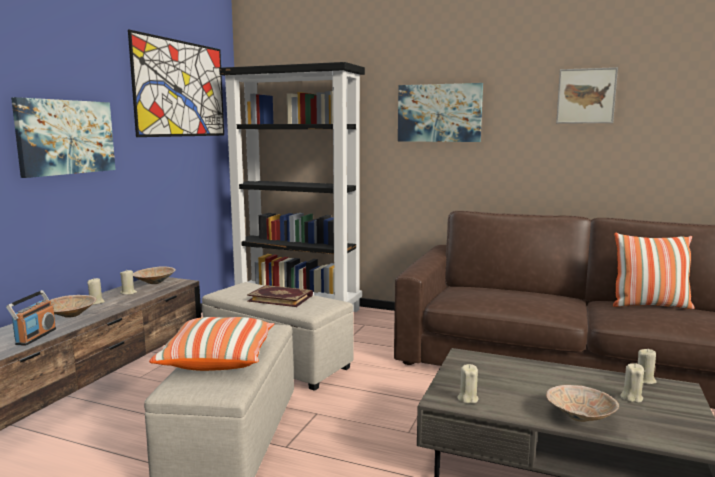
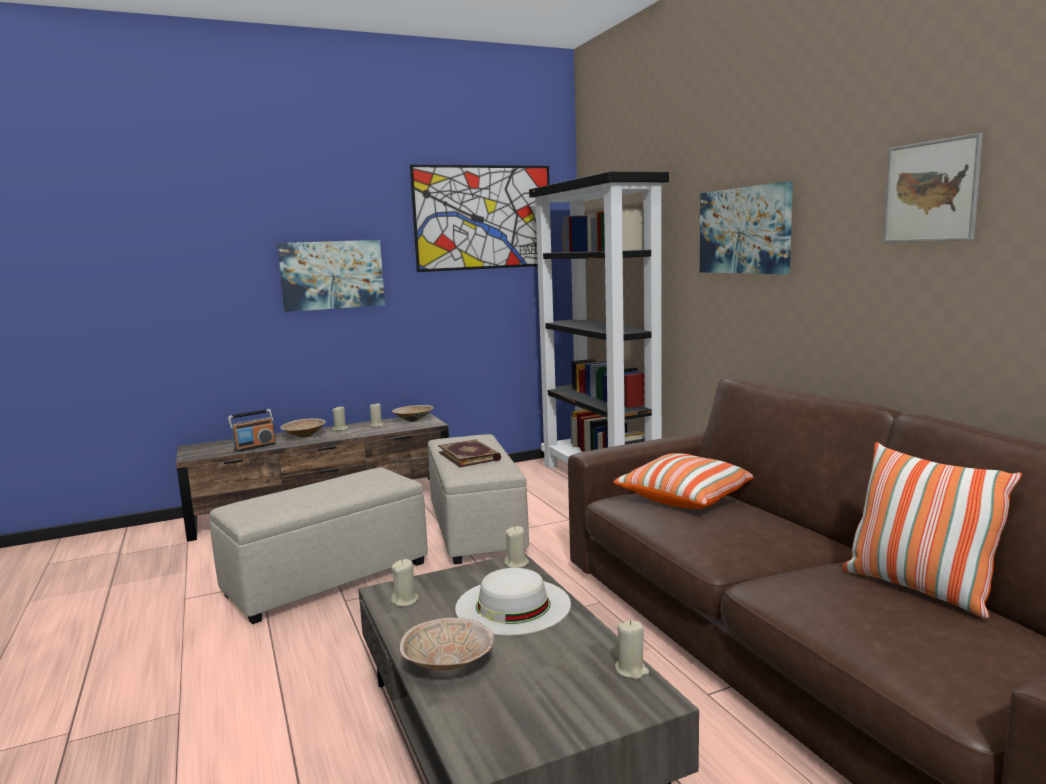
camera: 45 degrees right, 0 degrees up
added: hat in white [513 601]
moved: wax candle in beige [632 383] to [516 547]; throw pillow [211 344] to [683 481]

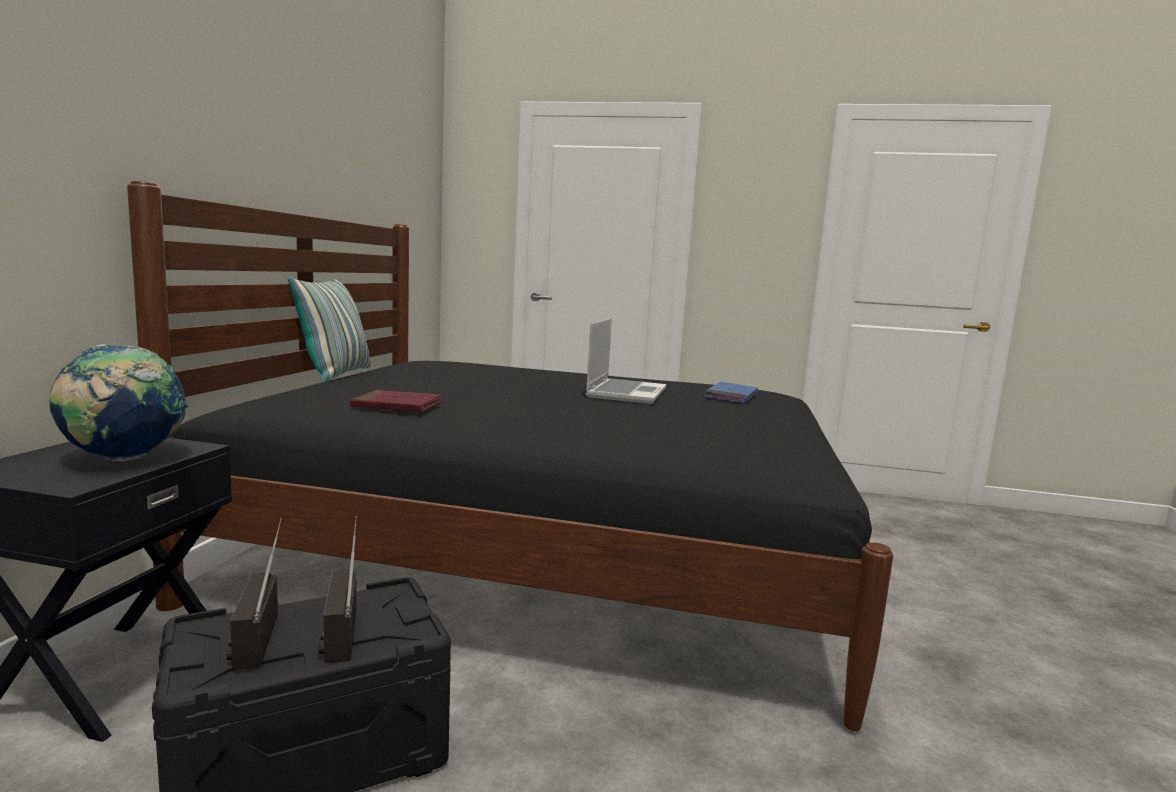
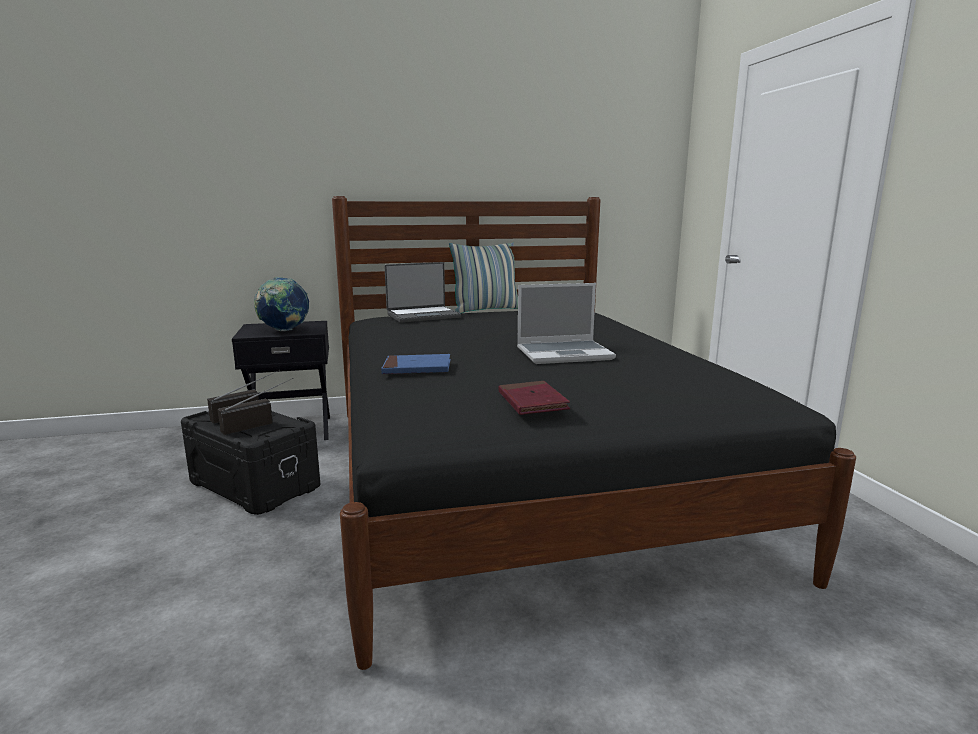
camera: 65 degrees right, 5 degrees up
added: laptop [422 292]
moved: bound book in blue [731 392] to [416 364]; bound book in red [396 401] to [534 398]

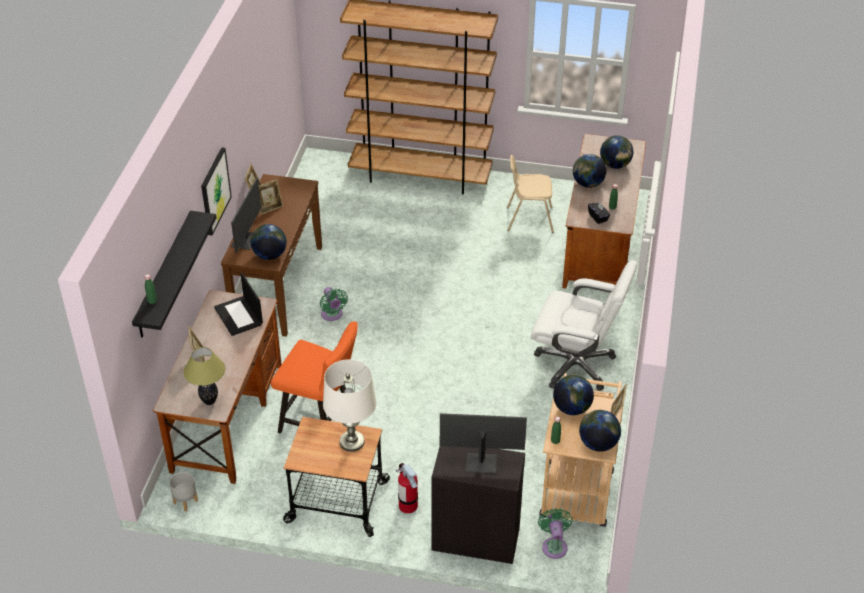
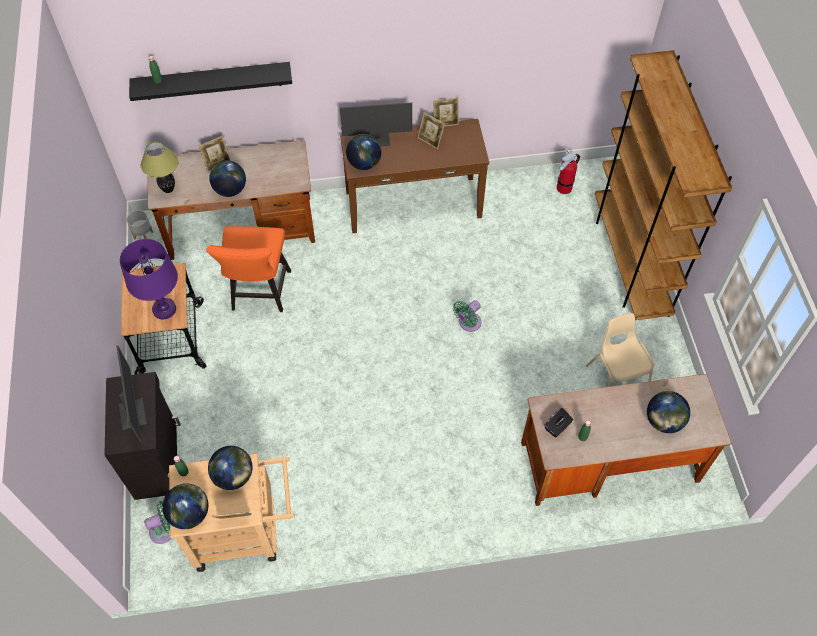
camera: 70 degrees right, 15 degrees up
removed: wall art [216 191]; laptop [238 304]; desk chair in white [584 325]
moved: desk globe [589 171] to [227 179]; fan in green [334 304] to [467 316]; fire-fighting cylinder [407 488] to [568 171]
recoloured: tabletop lamp in white [349 405] to tabletop lamp in purple-coloured [149 279]

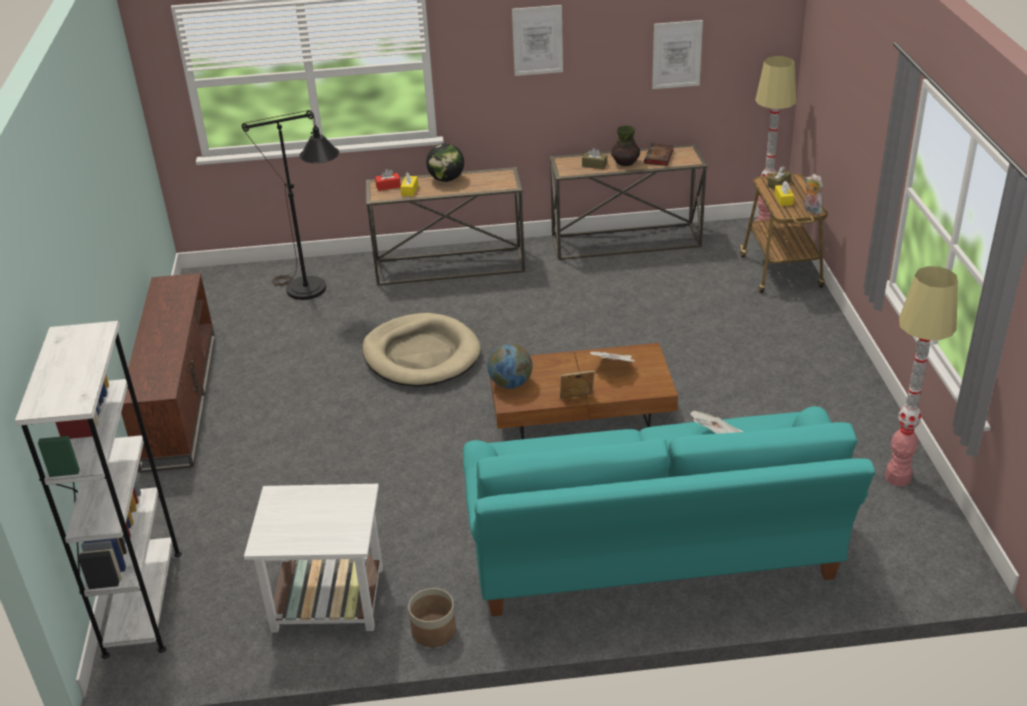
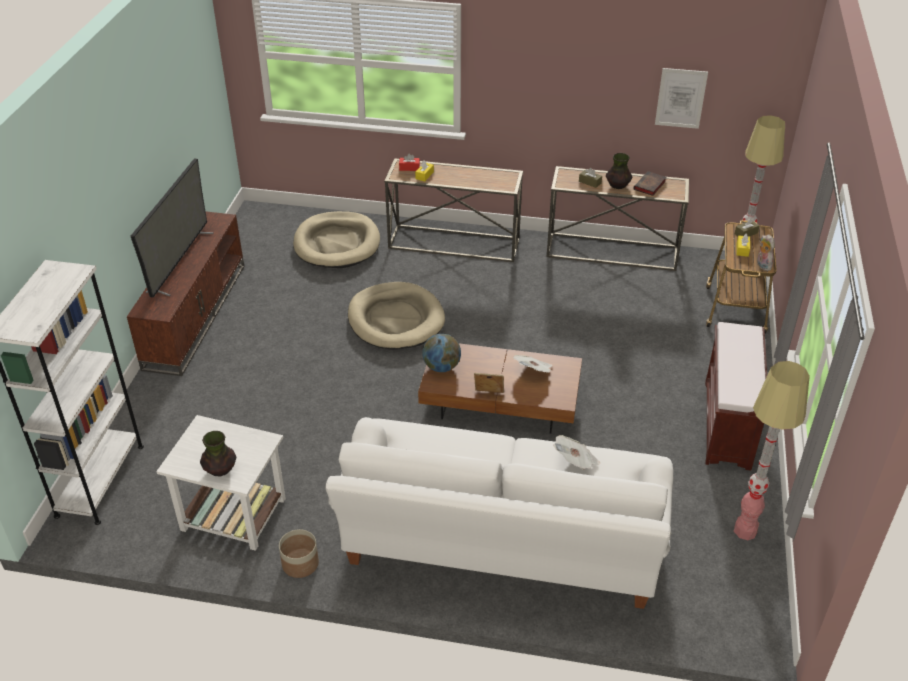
camera: 15 degrees right, 5 degrees up
removed: desk globe [445 162]; wall art [537 40]
added: TV set [172 227]; flower vase [218 453]; bench in brown [736 396]
replaced: floor lamp in blackish [290 205] to dog bed in beige [336 239]
recoloured: sofa in blue-green [669 511] to sofa in white [499 513]

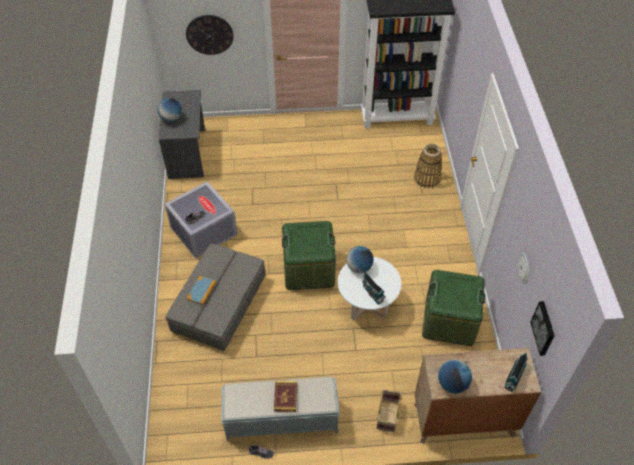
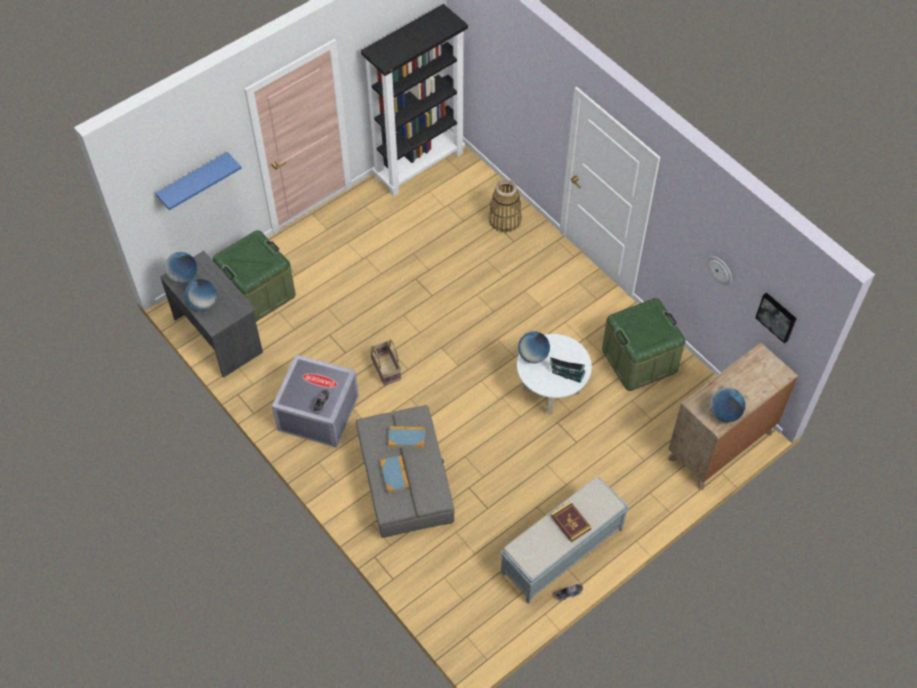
camera: 35 degrees left, 5 degrees up
removed: miniature house [516 371]
added: desk globe [181 268]; bound book [407 437]
moved: storage bin in green [309 255] to [253 275]; storage basket [389 411] to [385 362]
replaced: clock on the wall [210 35] to shelf in blue [198 181]

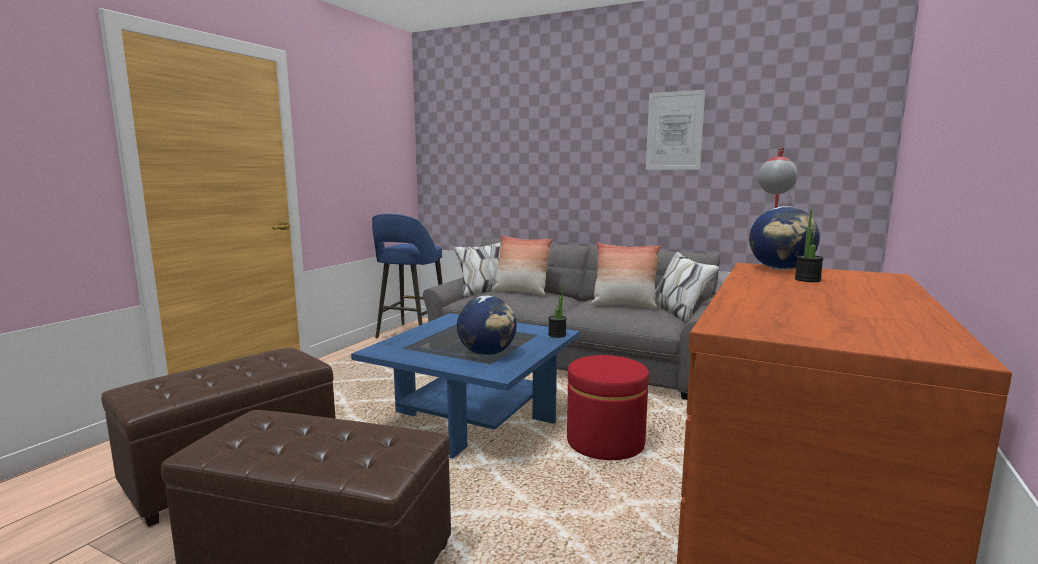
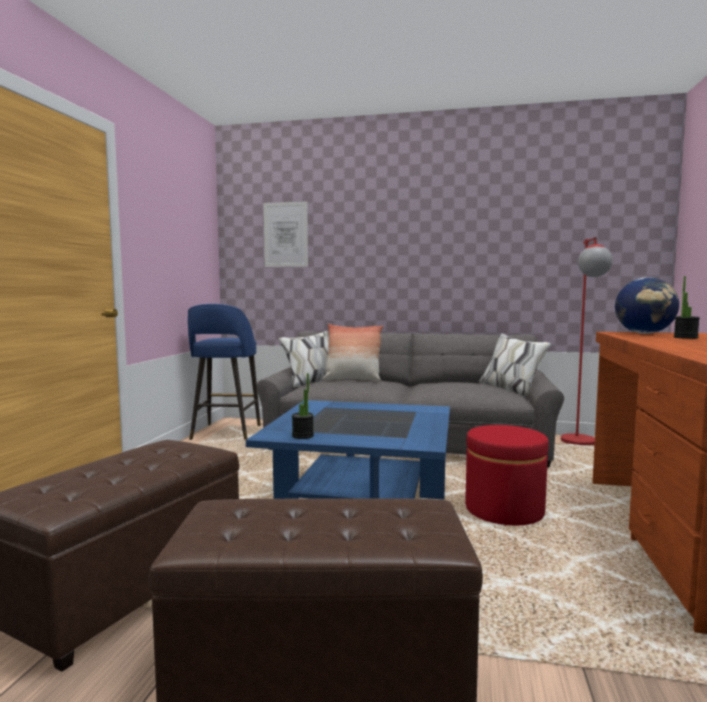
camera: 15 degrees left, 5 degrees down
removed: desk globe [487 325]; throw pillow [626 275]
moved: wall art [675 130] to [286 234]; houseplant [557 311] to [303 406]

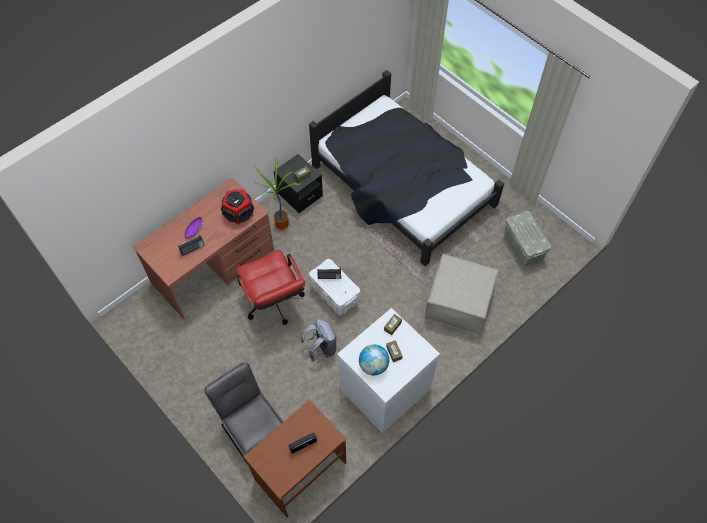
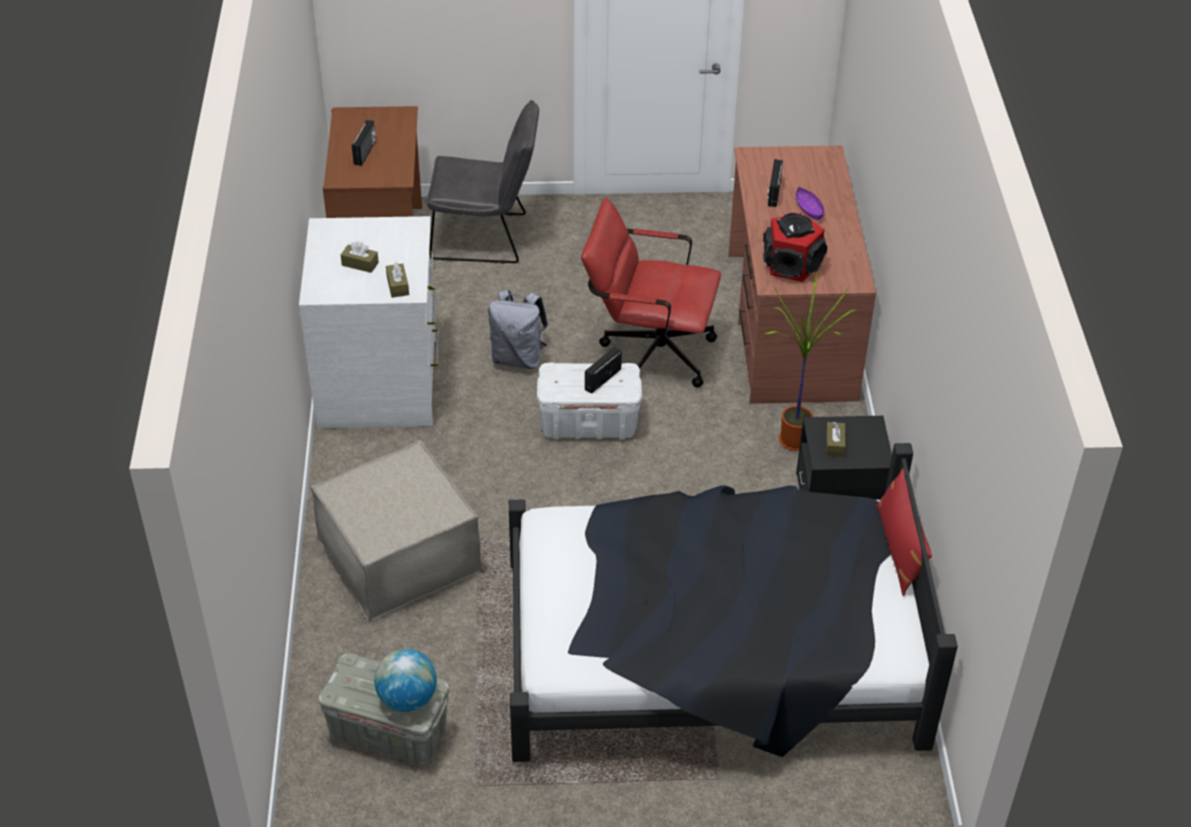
camera: 130 degrees right, 15 degrees down
added: throw pillow in red [904 532]
moved: desk globe [374 360] to [405 680]

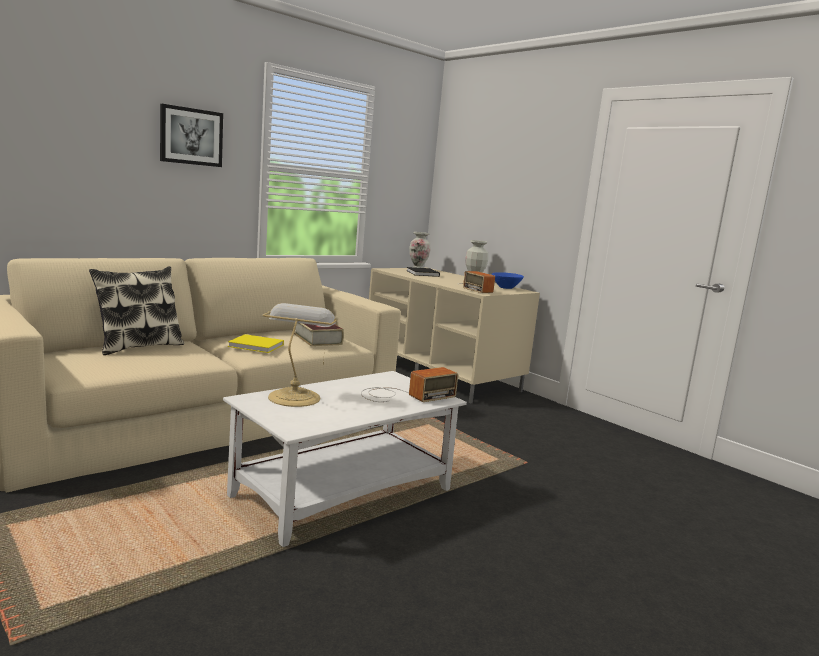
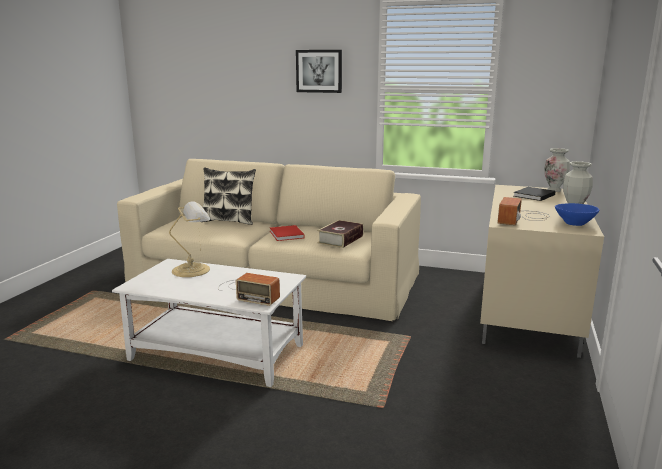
camera: 60 degrees right, 5 degrees up
recoloured: bound book in yellow [256 343] to bound book in red [287 233]

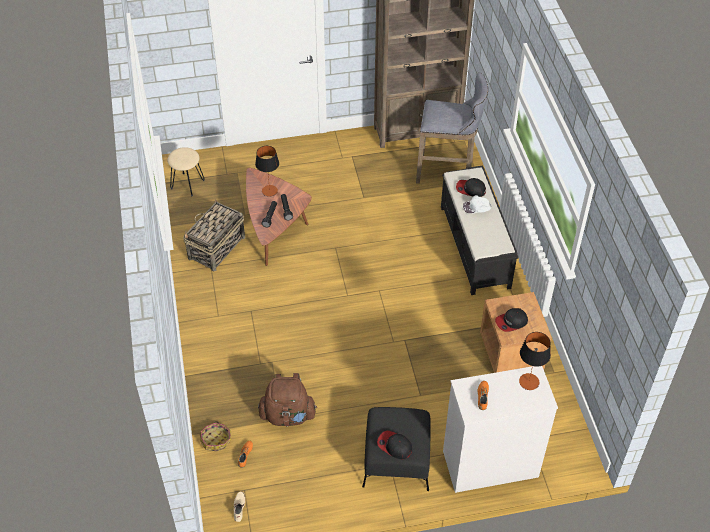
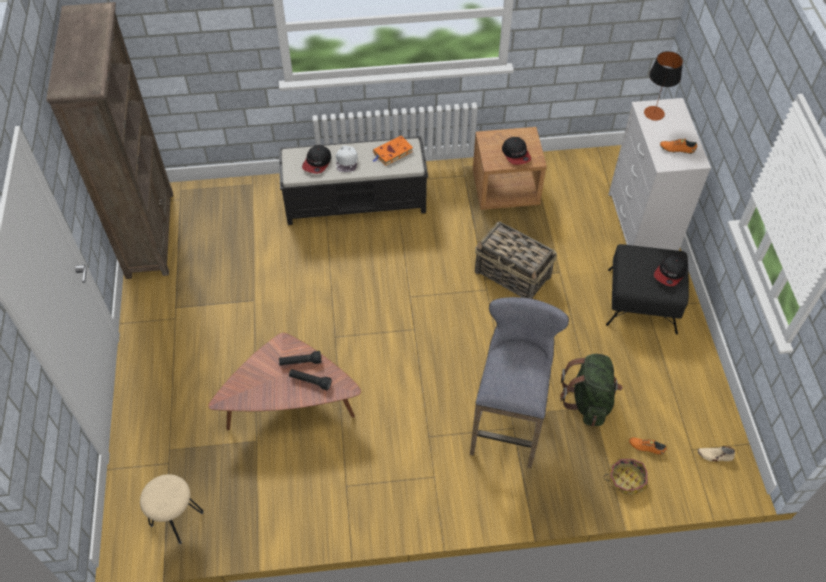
camera: 85 degrees left, 5 degrees up
removed: tabletop lamp [267 171]
added: bound book in orange [392 151]
moved: stool seat in greyish [452 128] to [519 382]; storage basket [214 235] to [516 260]
recoloured: rucksack in brown [287 400] to rucksack in green [591 390]

